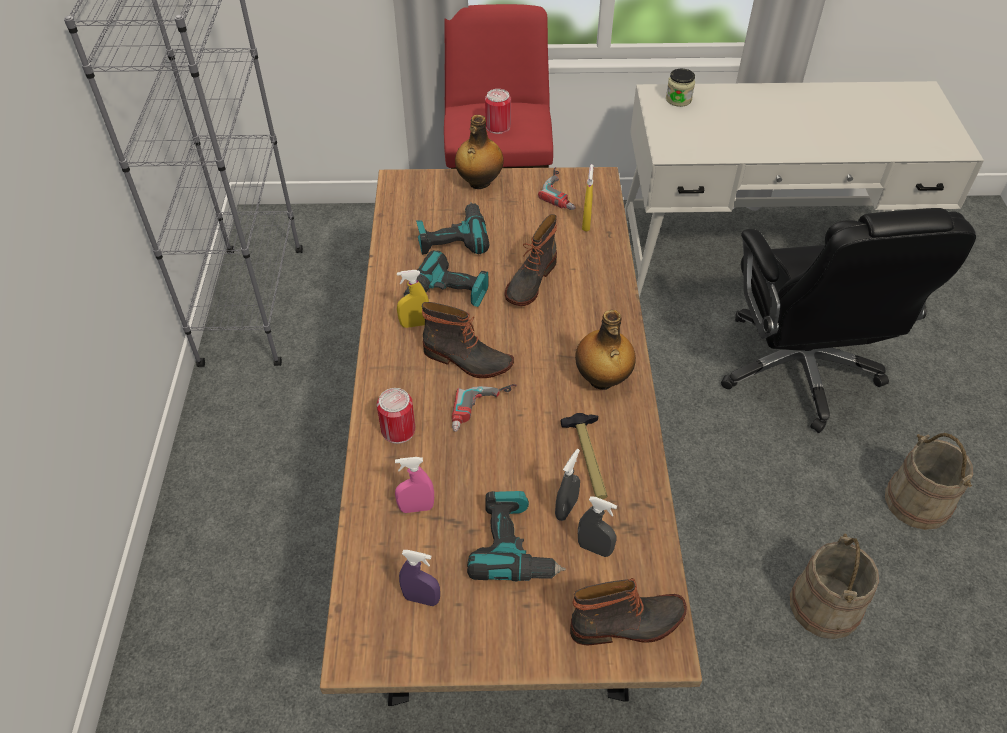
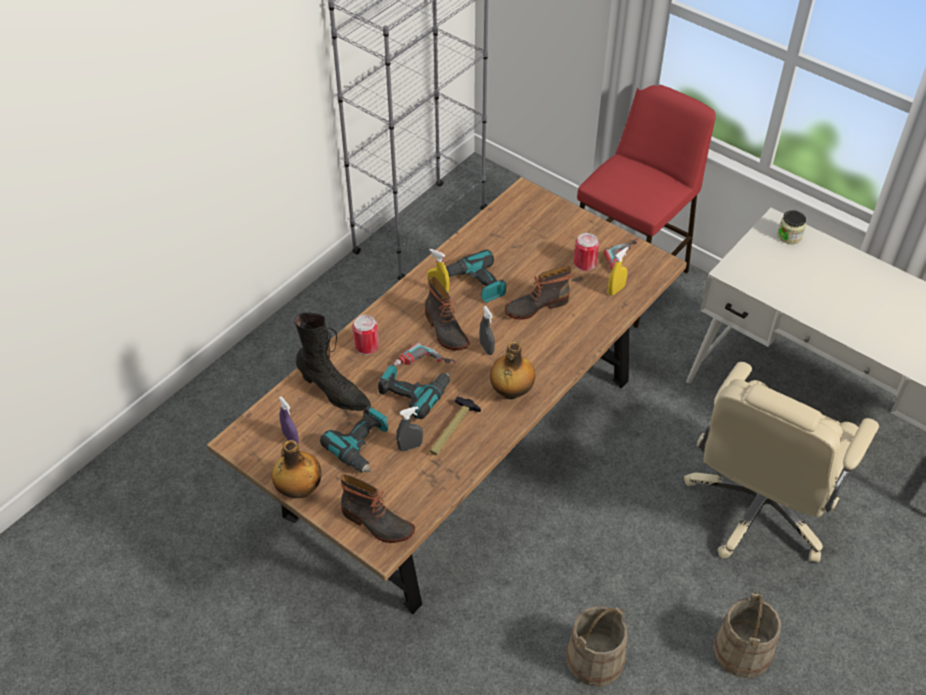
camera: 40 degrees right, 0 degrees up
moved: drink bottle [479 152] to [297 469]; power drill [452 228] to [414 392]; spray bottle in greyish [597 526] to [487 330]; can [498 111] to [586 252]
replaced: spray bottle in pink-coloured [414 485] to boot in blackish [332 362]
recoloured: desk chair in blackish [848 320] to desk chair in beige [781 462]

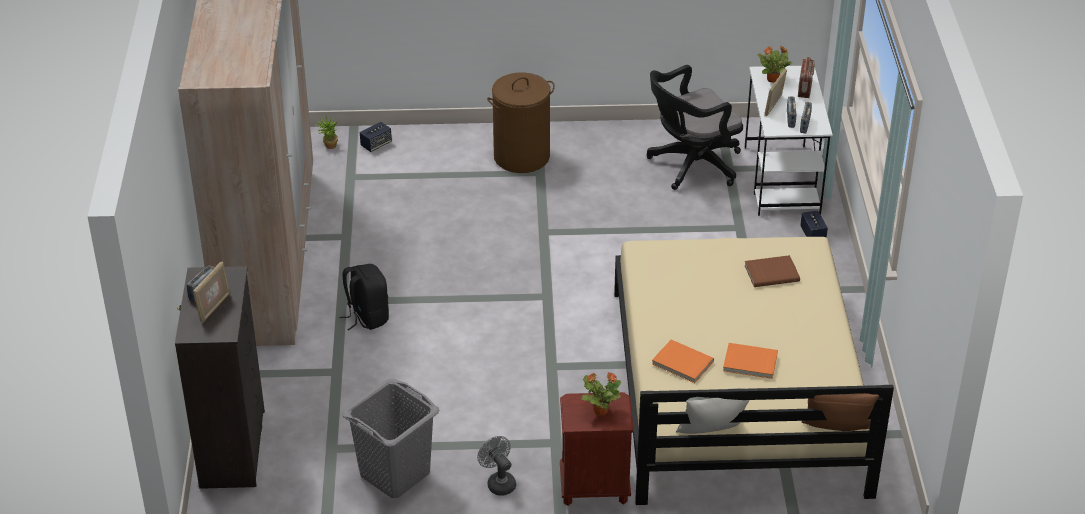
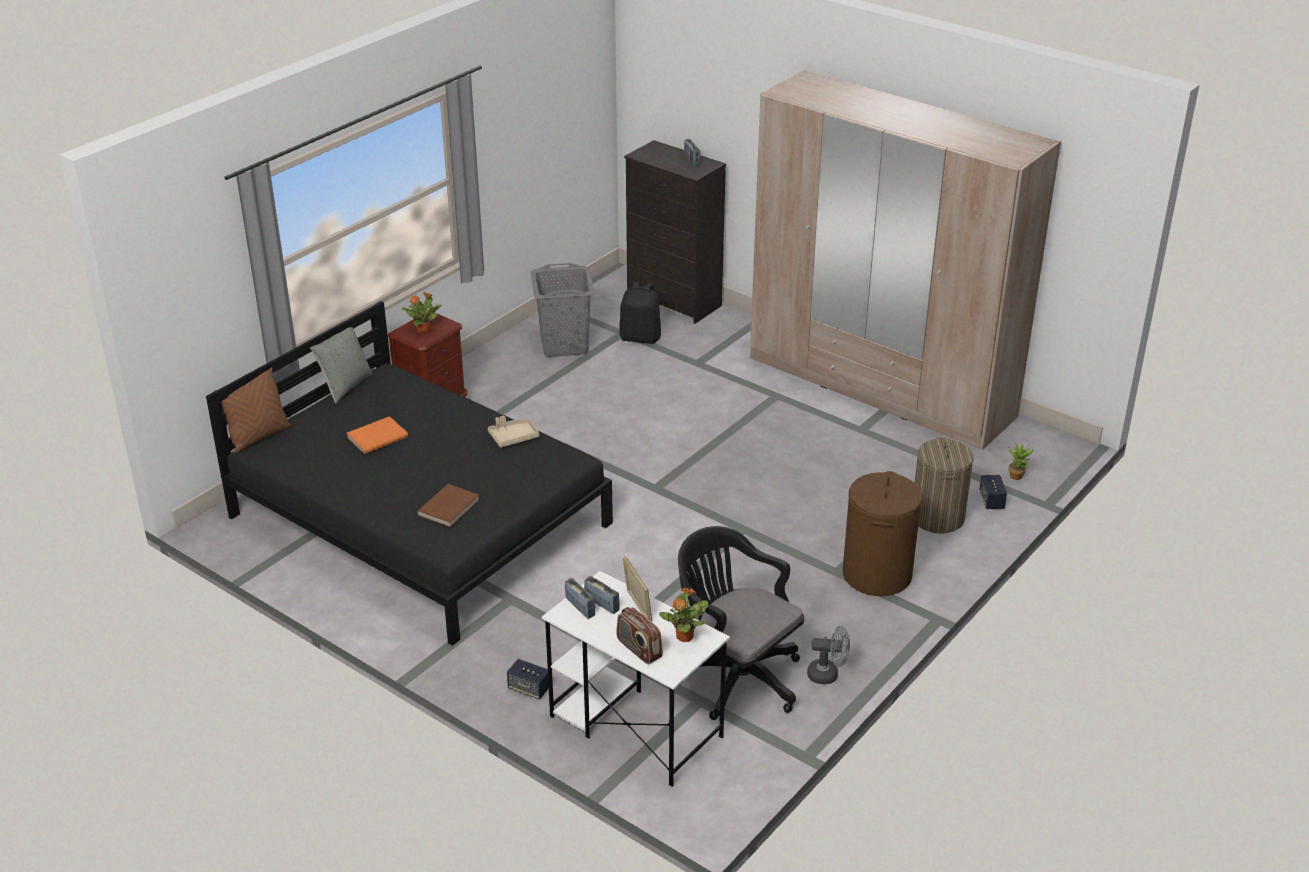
camera: 130 degrees right, 5 degrees down
removed: photo frame [211 292]; bound book in orange [683 361]
added: tray in beige [513 431]; washing basket [944 486]
moved: rucksack in blackish [364 297] to [640 313]; fan in greyish [496 466] to [828 655]
recoloured: sleeping bed in beige [754 371] to sleeping bed in blackish [409 473]
turned: desk chair in blackish [695 127] = [741 623] 60 degrees counterclockwise

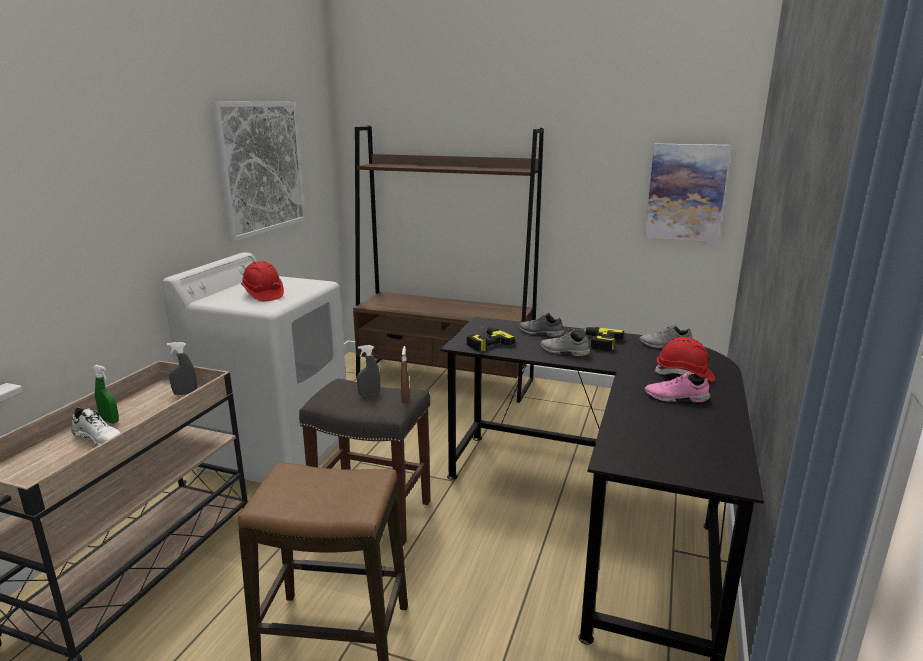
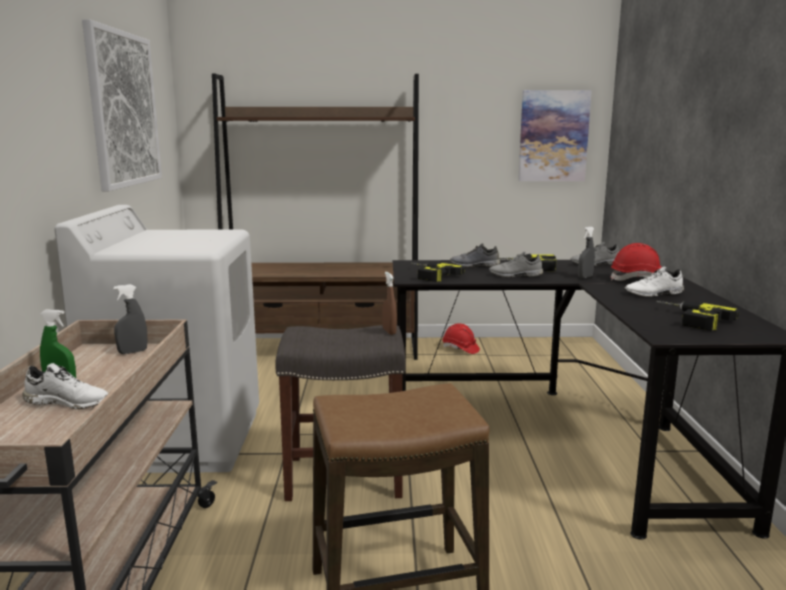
camera: 20 degrees left, 5 degrees down
added: power drill [697 315]
moved: hard hat in red [262 281] to [461 338]; spray bottle in greyish [368 370] to [586 252]
recoloured: shoe in pink-coloured [677 387] to shoe in white [654 282]

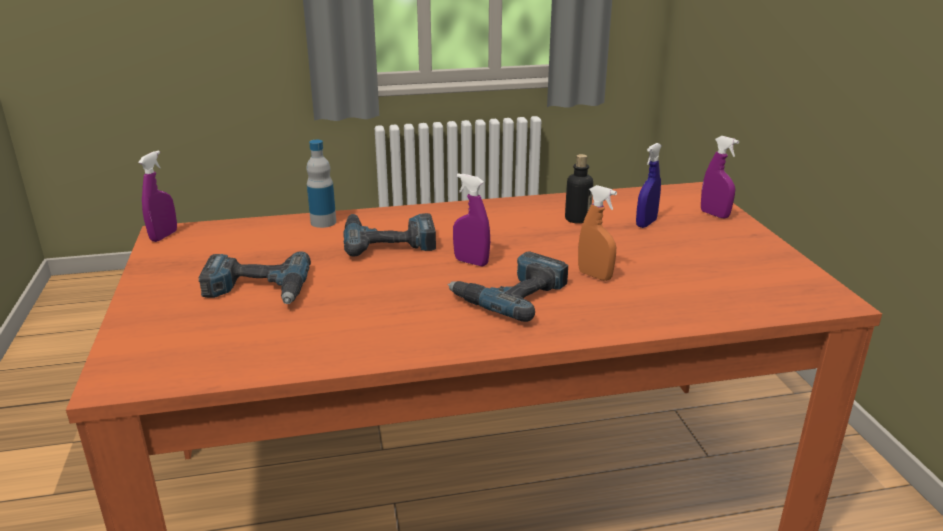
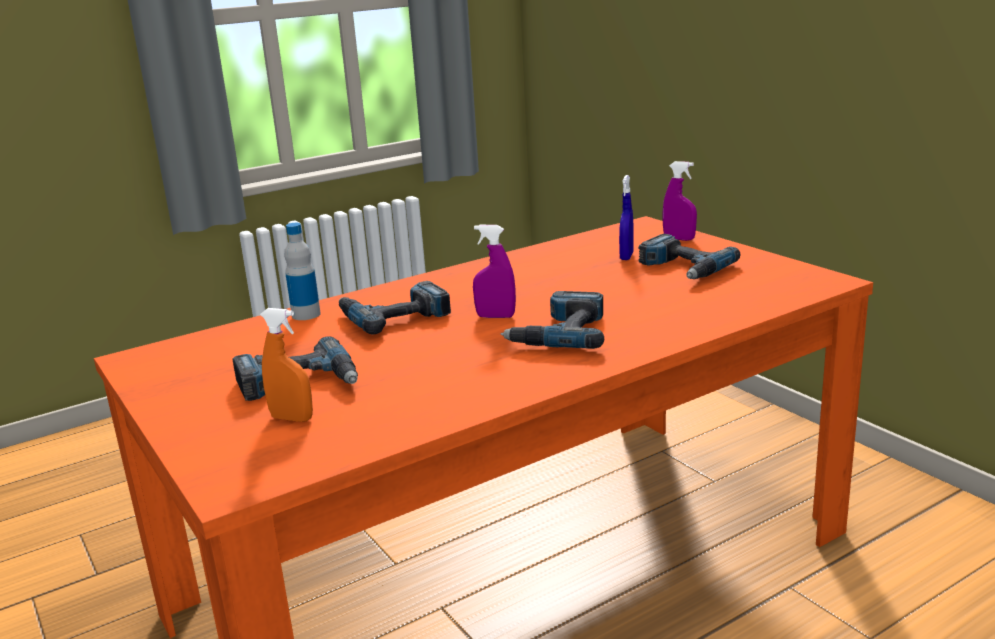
camera: 20 degrees left, 5 degrees down
removed: spray bottle in purple-coloured [157 196]; drink bottle [579 189]
added: power drill [689 256]
moved: spray bottle in orange [597 233] to [286 365]

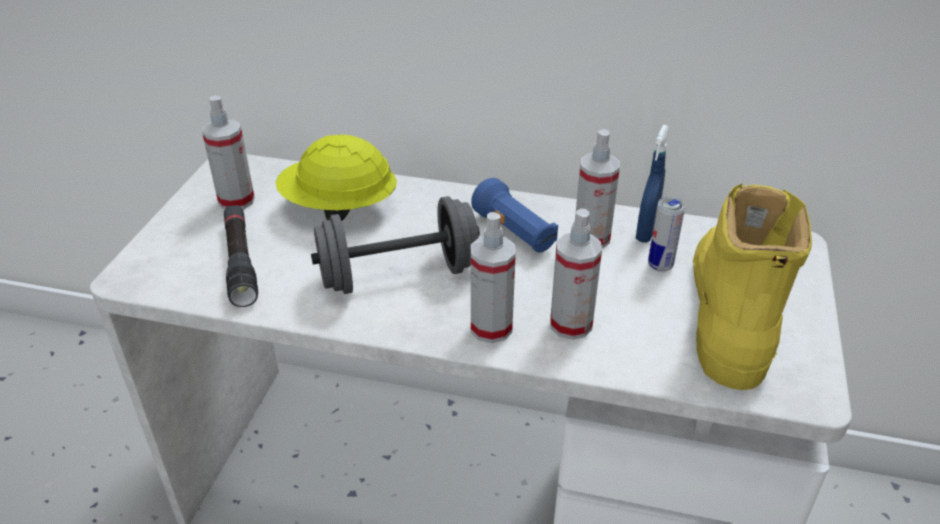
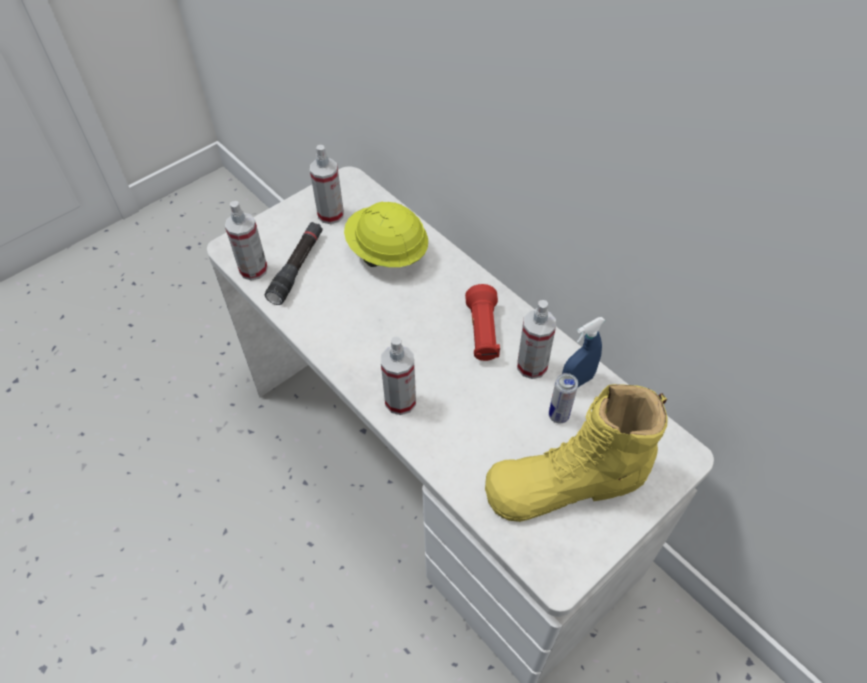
camera: 35 degrees right, 15 degrees up
removed: hand weight in greyish [395 245]
moved: spray bottle [576 274] to [246 241]
recoloured: torch in blue [514 215] to torch in red [482 322]
turned: boot in yellow [752 286] = [576 453] 150 degrees counterclockwise

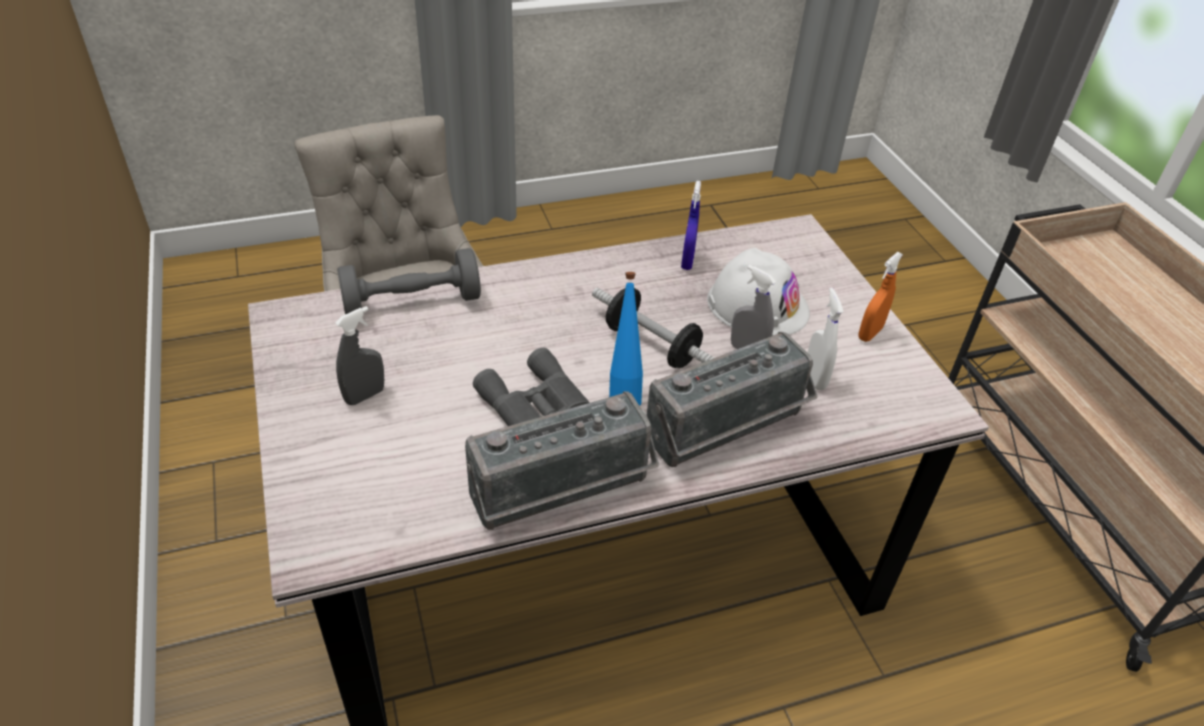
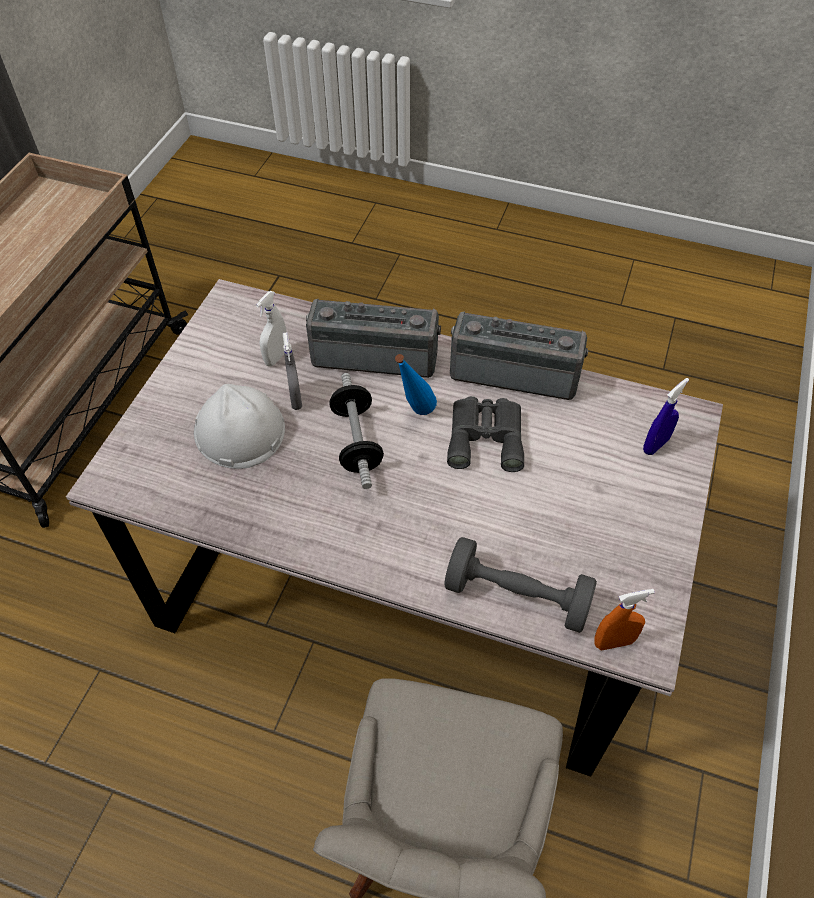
camera: 140 degrees left, 10 degrees up
removed: spray bottle in greyish [359 355]
moved: spray bottle in orange [880 297] to [624 619]; spray bottle in blue [691 225] to [666 416]

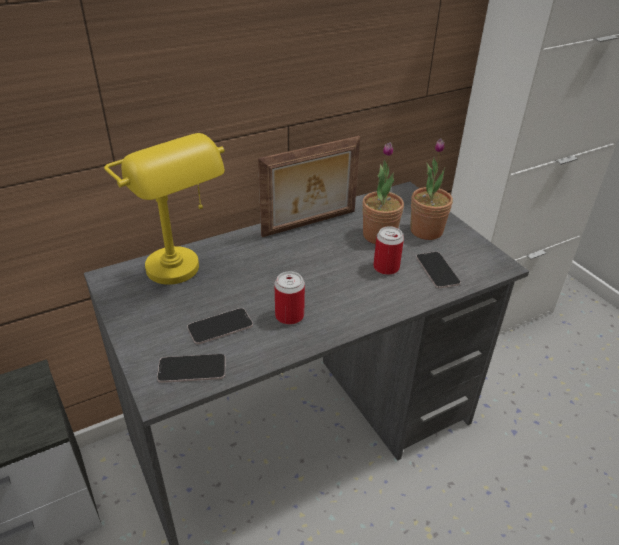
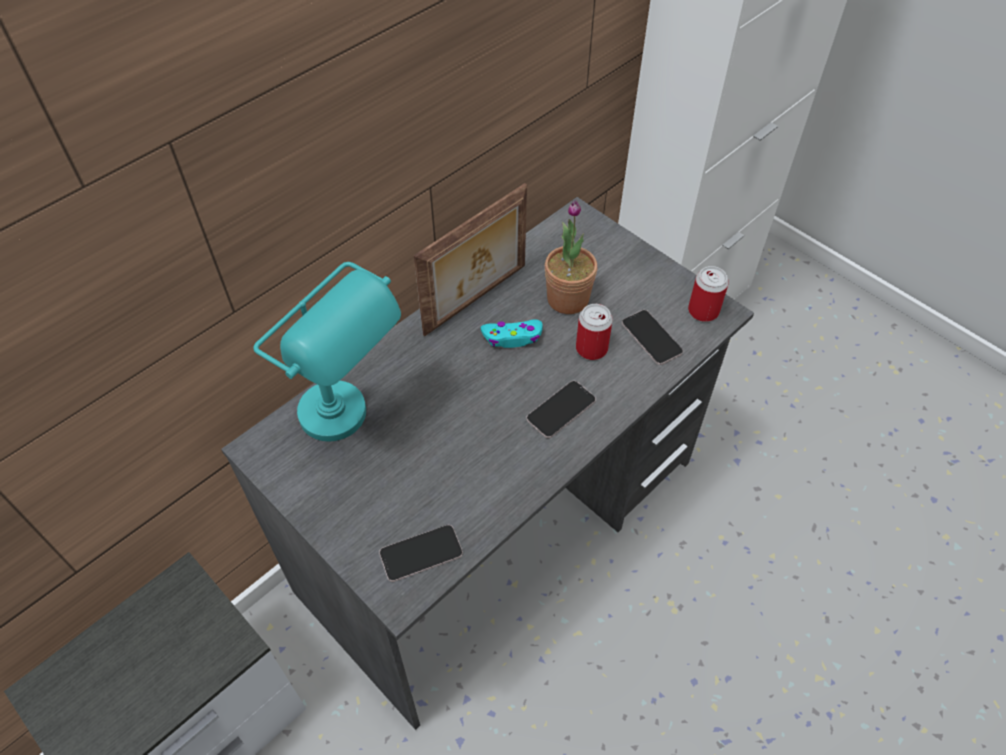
camera: 15 degrees left, 15 degrees up
removed: houseplant [431 189]
added: game controller in blue-green [512 333]
moved: handset [220 326] to [561 409]; can [290 298] to [708 294]
recoloured: tabletop lamp in yellow [164 209] to tabletop lamp in blue-green [327 352]

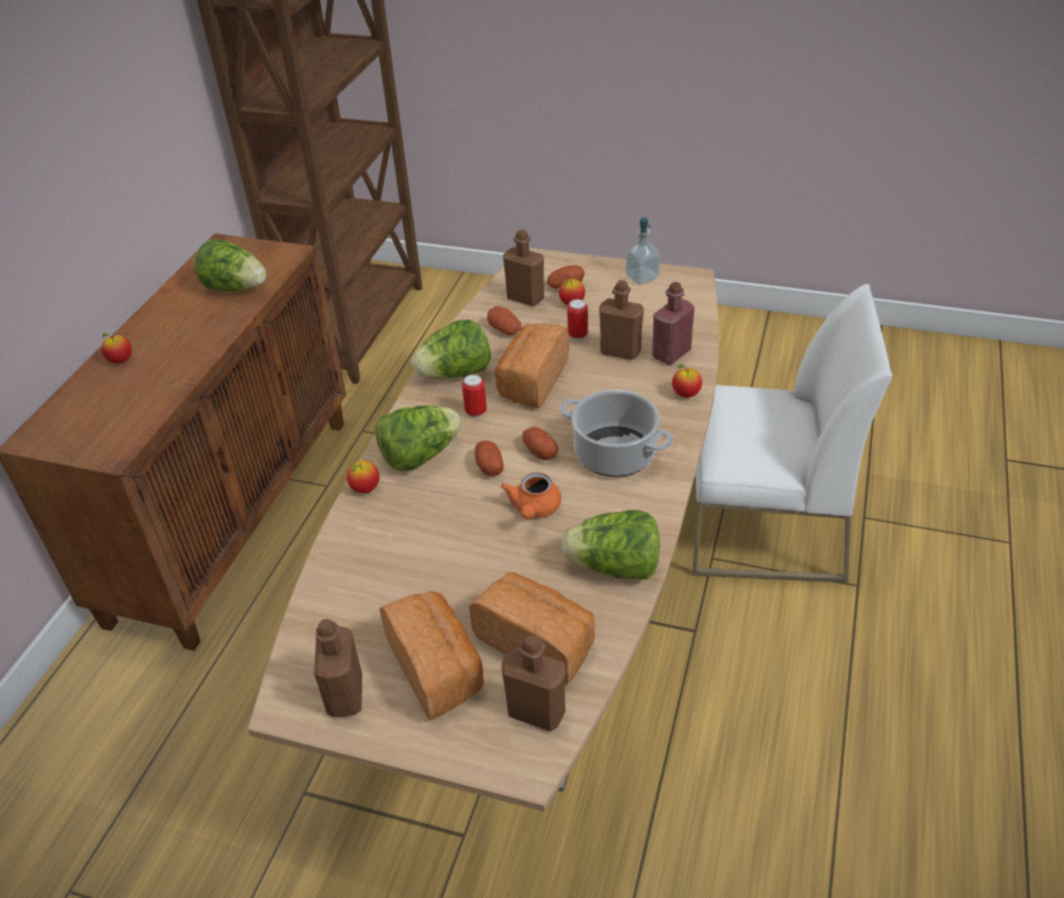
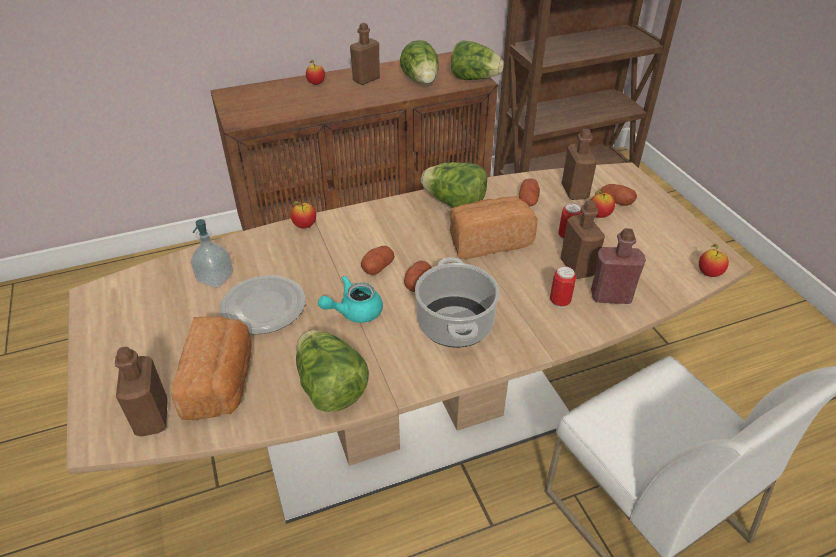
camera: 50 degrees right, 0 degrees up
removed: bread [431 655]
added: plate [262 305]
moved: liquid soap bottle [642 251] to [212 253]; drink bottle in brown [338 668] to [365 54]; lettuce [418 438] to [477 60]; can [474 396] to [563 287]; apple fruit [687 381] to [714 260]
recoloured: tea pot in orange [531 496] to tea pot in blue-green [350 299]

